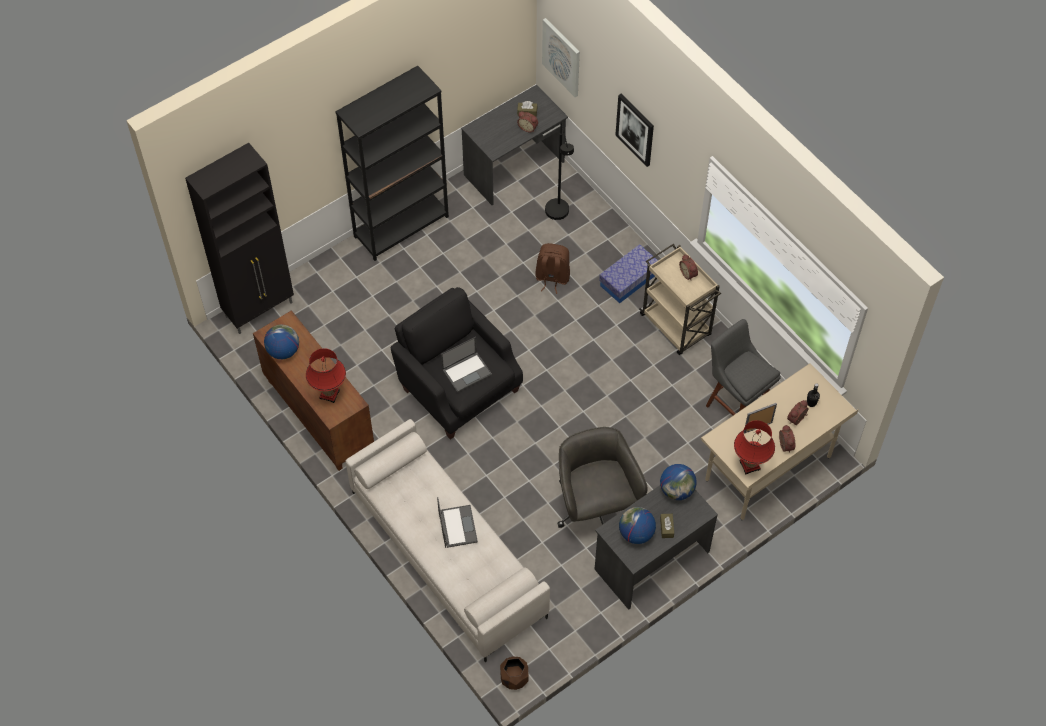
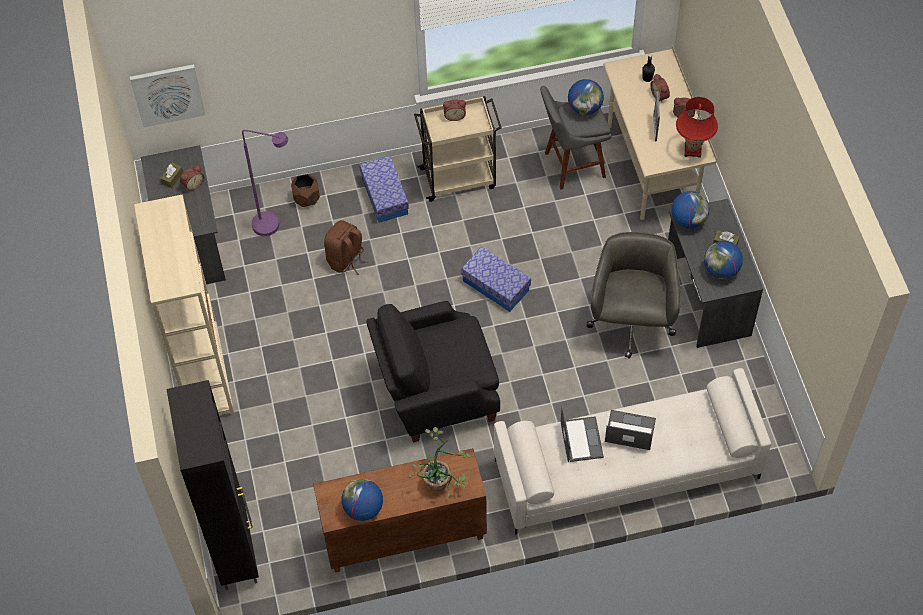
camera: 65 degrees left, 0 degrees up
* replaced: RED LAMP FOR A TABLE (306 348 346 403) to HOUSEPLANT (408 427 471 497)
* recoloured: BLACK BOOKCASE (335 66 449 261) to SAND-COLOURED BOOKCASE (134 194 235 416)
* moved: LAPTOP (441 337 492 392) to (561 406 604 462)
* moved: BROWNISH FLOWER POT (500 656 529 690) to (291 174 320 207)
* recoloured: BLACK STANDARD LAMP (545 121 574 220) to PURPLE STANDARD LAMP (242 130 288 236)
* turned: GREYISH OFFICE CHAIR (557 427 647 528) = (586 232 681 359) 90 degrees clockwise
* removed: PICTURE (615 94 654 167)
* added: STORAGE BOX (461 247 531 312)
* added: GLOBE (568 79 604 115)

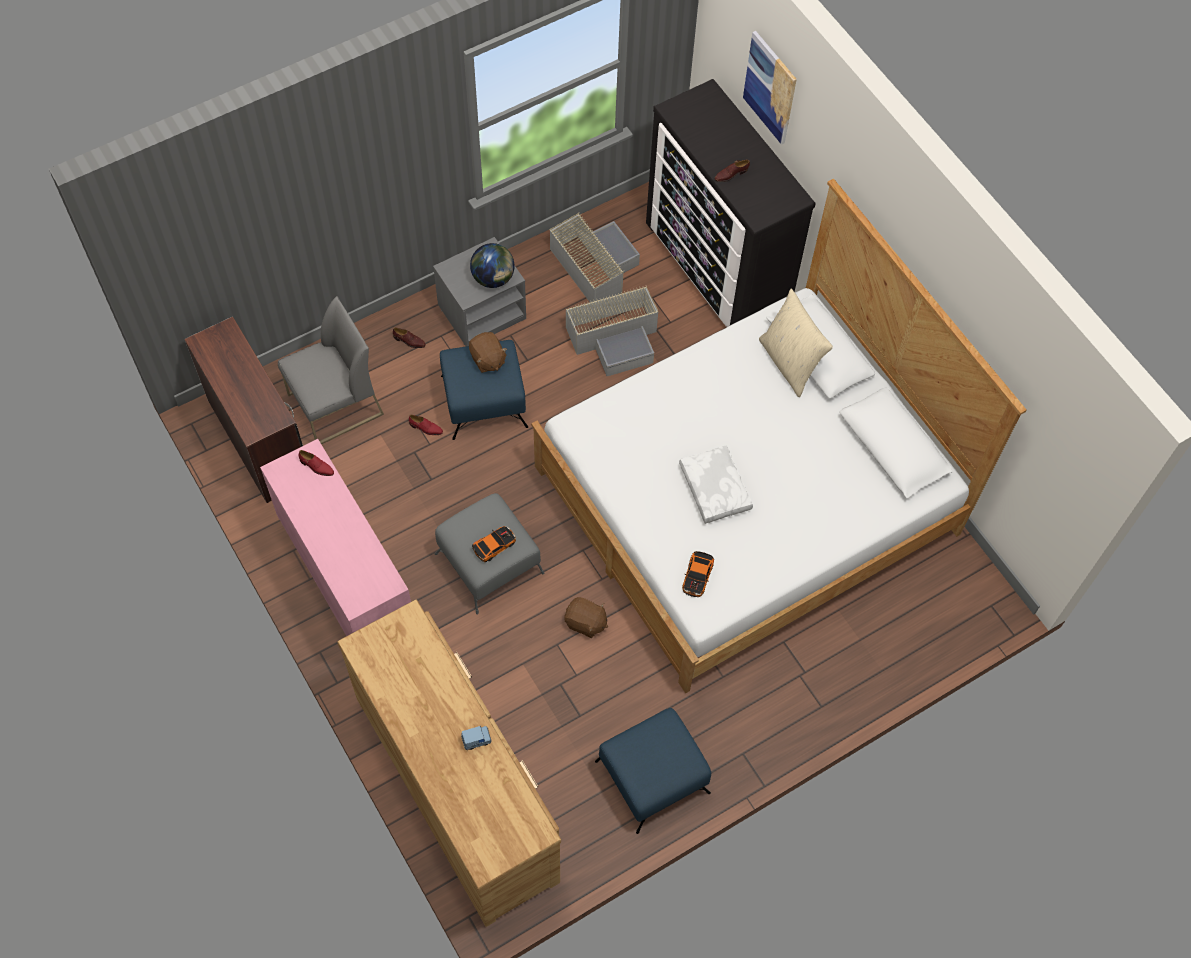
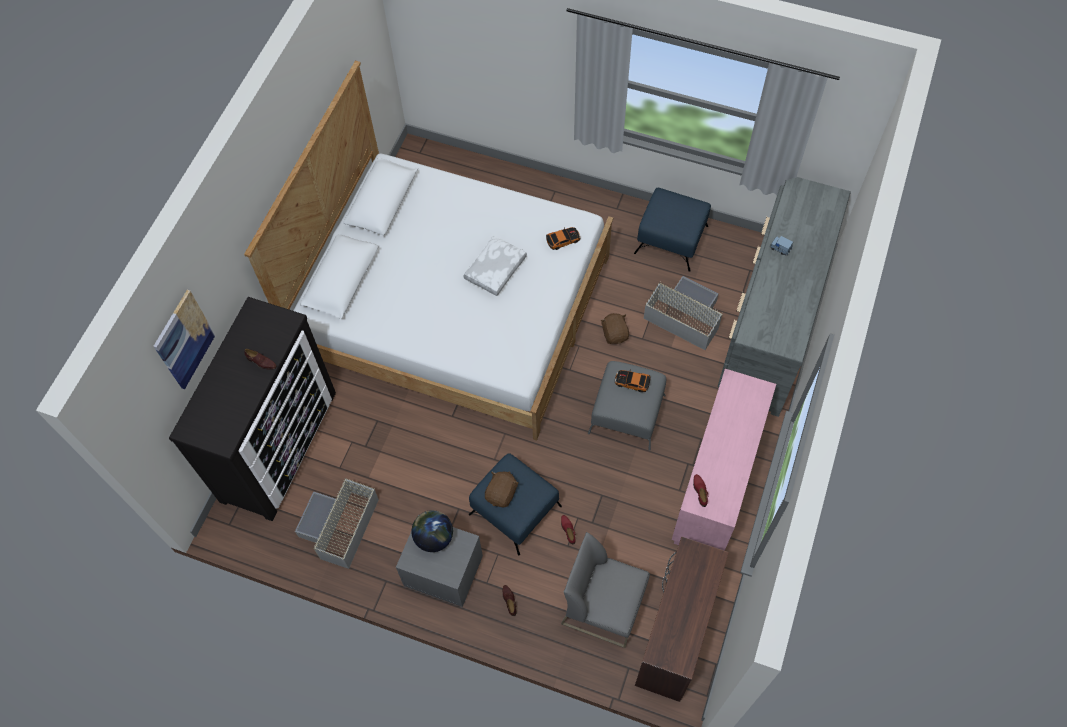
camera: 125 degrees left, 0 degrees up
* recoloured: BROWNISH DRAWER CHEST (337 599 561 927) to GREYISH DRAWER CHEST (718 177 851 417)
* moved: GREYISH STORAGE BOX (566 286 659 376) to (644 276 723 350)
* removed: SAND-COLOURED CUSHION (759 289 833 397)

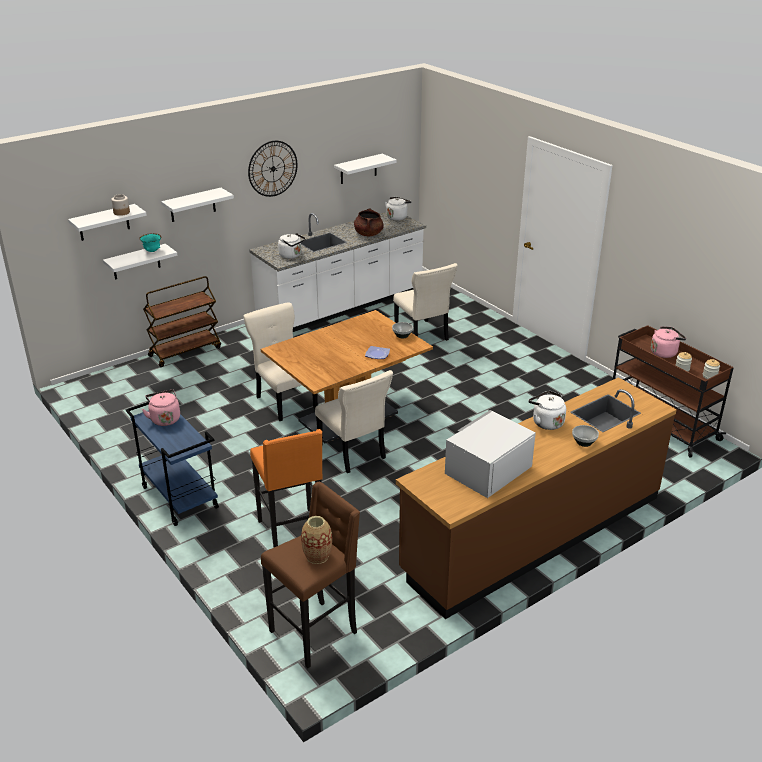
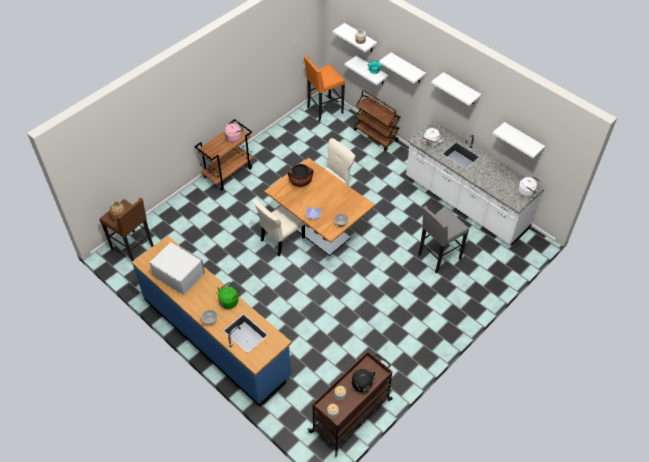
camera: 80 degrees right, 20 degrees up
* recoloured: BLUISH CART (126 401 219 526) to BROWNISH CART (194 119 253 191)
* replaced: CLOCK ON THE WALL (248 141 297 197) to WHITE-COLOURED BRACKET SHELF (431 72 481 106)
* moved: ORANGEY STOOL SEAT (250 429 323 547) to (304 56 345 122)
* moved: BROWNISH COOKING POT (354 208 384 236) to (288 164 314 187)
* replaced: SAND-COLOURED UPRIGHT CHAIR (393 263 458 341) to GREYISH STOOL SEAT (418 206 469 273)
* recoloured: BROWNISH KITCHEN COUNTER (396 377 677 619) to BLUISH KITCHEN COUNTER (132 236 292 407)
* recoloured: WHITE-COLOURED WATER KETTLE (528 391 566 430) to GREEN-COLOURED WATER KETTLE (218 282 241 309)
* recoloured: PINKISH WATER KETTLE (651 326 686 358) to BLACK WATER KETTLE (352 369 376 392)

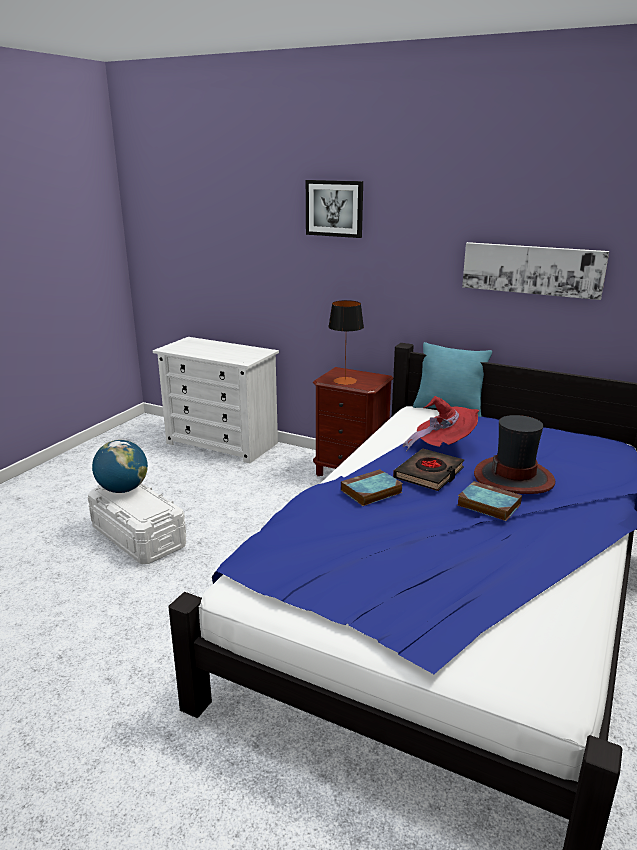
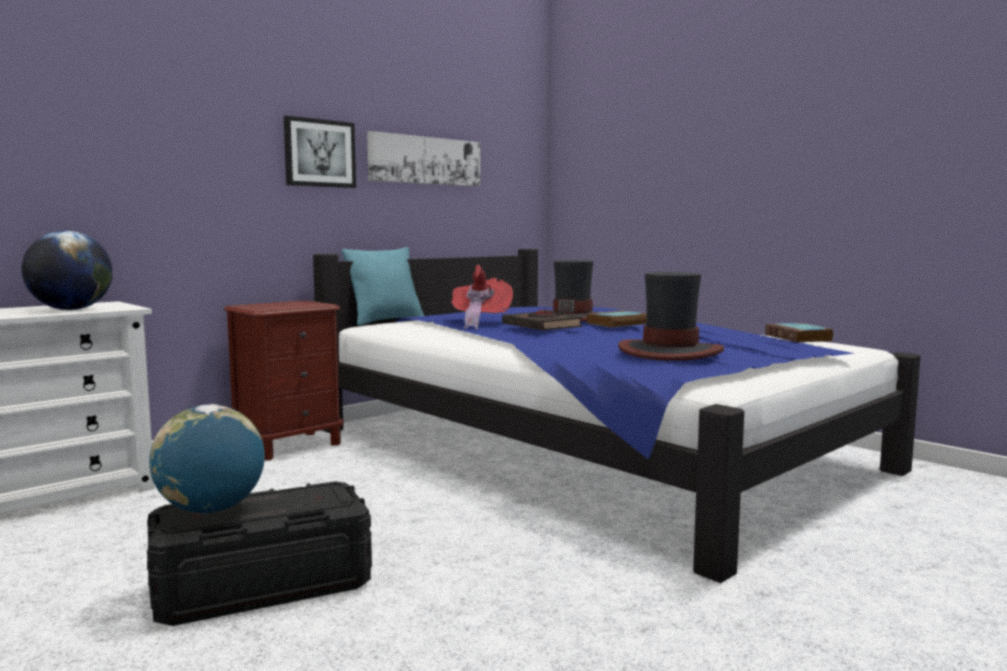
camera: 70 degrees left, 15 degrees down
* recoloured: WHITE-COLOURED STORAGE BOX (87 483 186 564) to BLACK STORAGE BOX (147 481 372 626)
* moved: PICTURE (306 180 363 238) to (284 116 356 188)
* removed: LAMP FOR A TABLE (328 300 364 385)
* moved: BOUND BOOK (341 469 403 506) to (765 323 834 342)
* added: GLOBE (22 231 113 310)
* added: CLOTHING HAT (618 272 724 361)

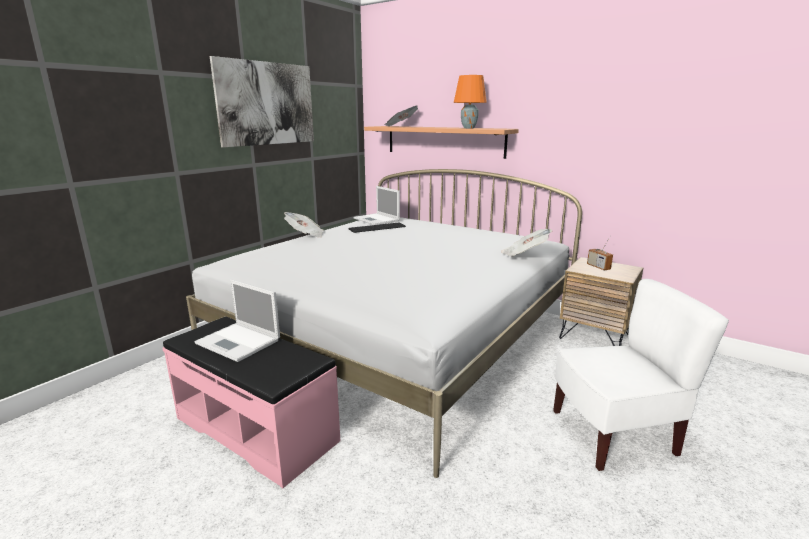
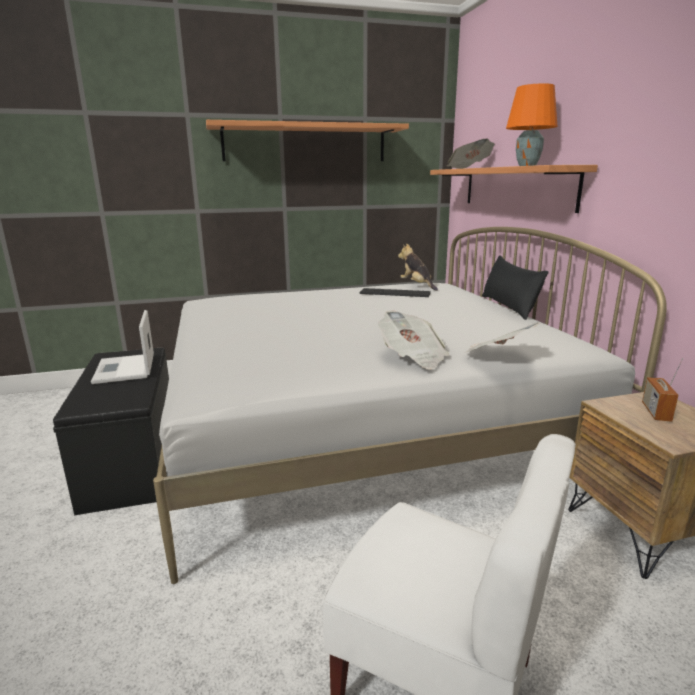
camera: 40 degrees right, 0 degrees up
* recoloured: PINKISH BENCH (163 317 340 488) to BLACK BENCH (53 348 169 515)
* replaced: PICTURE (210 56 314 147) to BRACKET SHELF (206 120 409 161)
* moved: DAILY PAPER (284 212 324 238) to (378 311 449 370)
* replaced: LAPTOP (354 186 400 225) to PLUSH TOY (398 243 438 291)
* added: BLACK CUSHION (482 255 548 320)

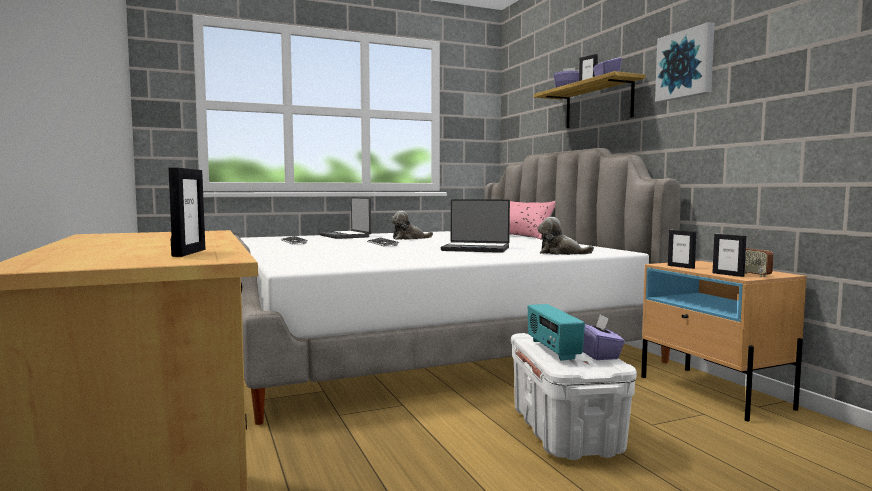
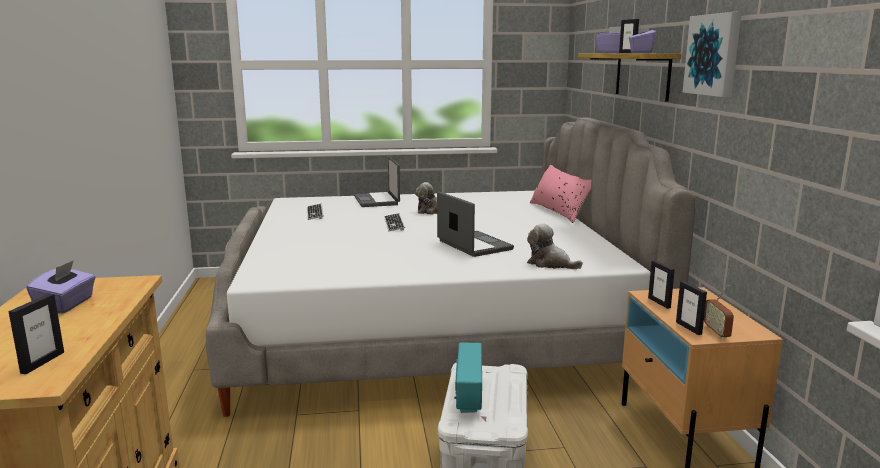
camera: 15 degrees right, 10 degrees up
* turned: LAPTOP (441 199 510 253) = (437 192 514 257) 150 degrees counterclockwise
* moved: PURPLE BOX OF TISSUES (583 314 625 360) to (26 260 95 314)

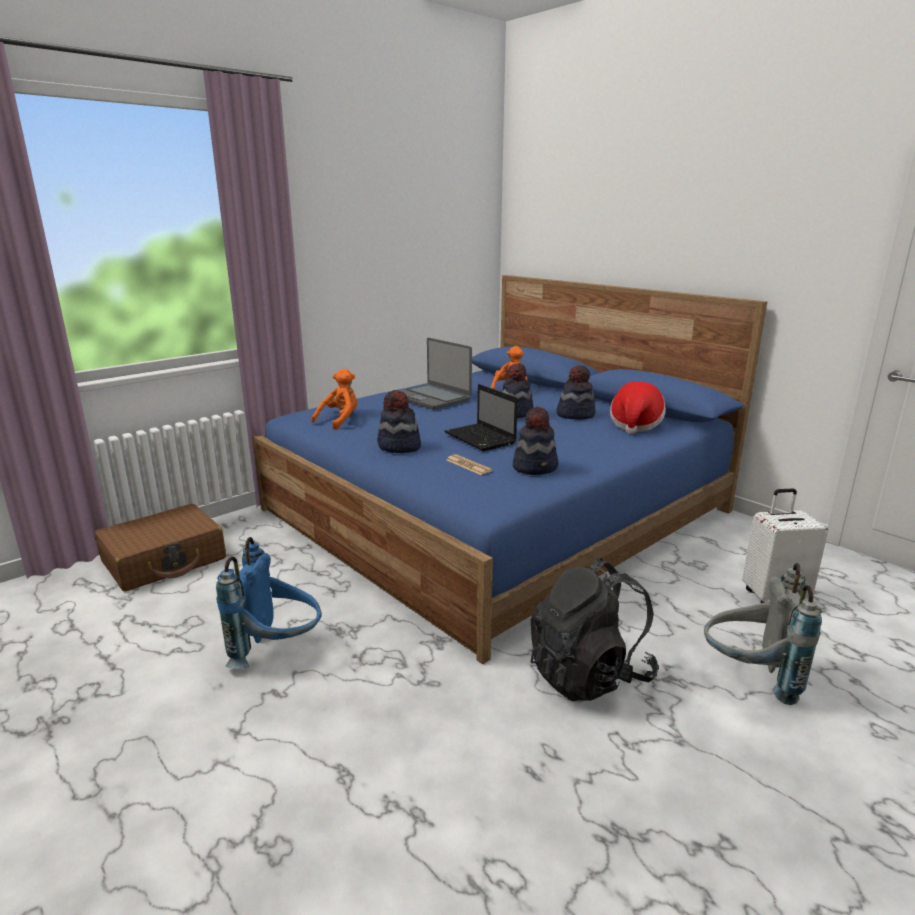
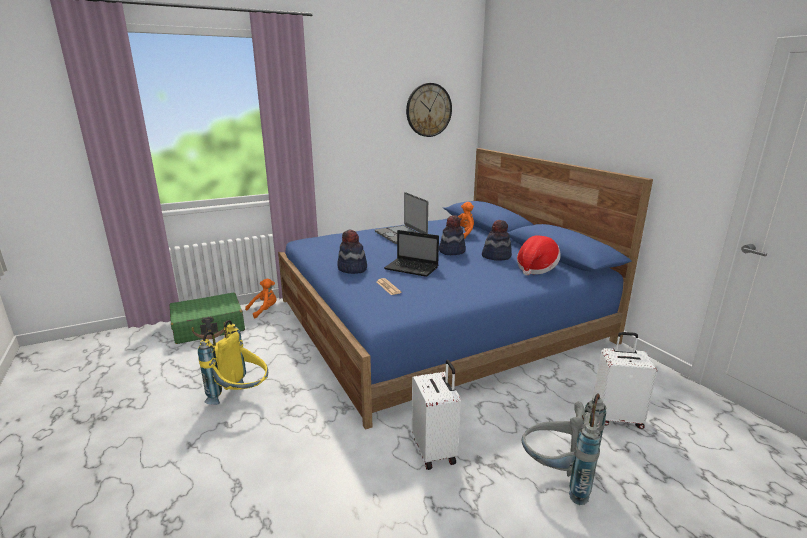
camera: 15 degrees right, 0 degrees up
* recoloured: BROWNISH TRAVEL CASE (94 504 226 591) to GREEN-COLOURED TRAVEL CASE (170 293 245 344)
* recoloured: BLUISH KNAPSACK (216 537 322 669) to YELLOWISH KNAPSACK (198 320 268 405)
* moved: ORANGEY PLUSH TOY (311 369 357 430) to (245 278 277 318)
* turned: LAPTOP (444 384 518 451) = (384 230 439 277) 45 degrees counterclockwise
* removed: CLOTHING HAT (513 406 558 475)
* replaced: BLACK KNAPSACK (530 558 659 701) to WHITE-COLOURED TRAVEL CASE (412 360 461 470)
* added: CLOCK ON THE WALL (406 83 452 137)

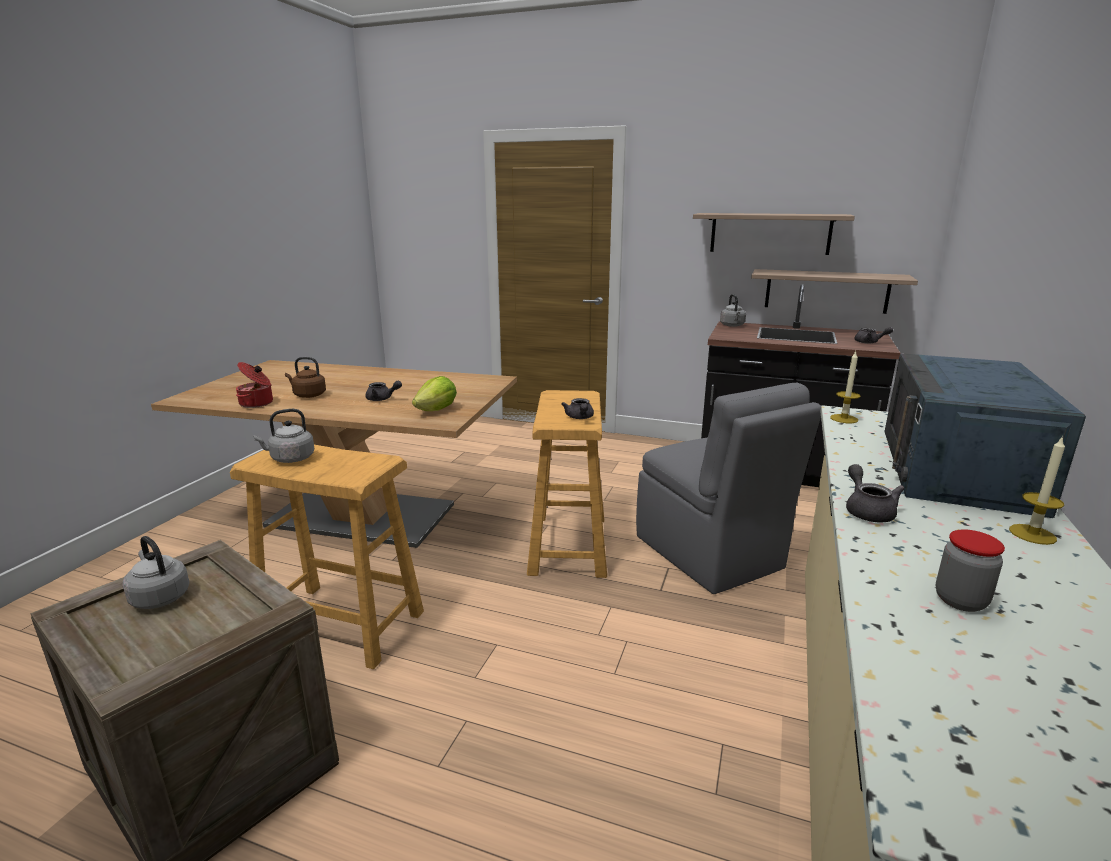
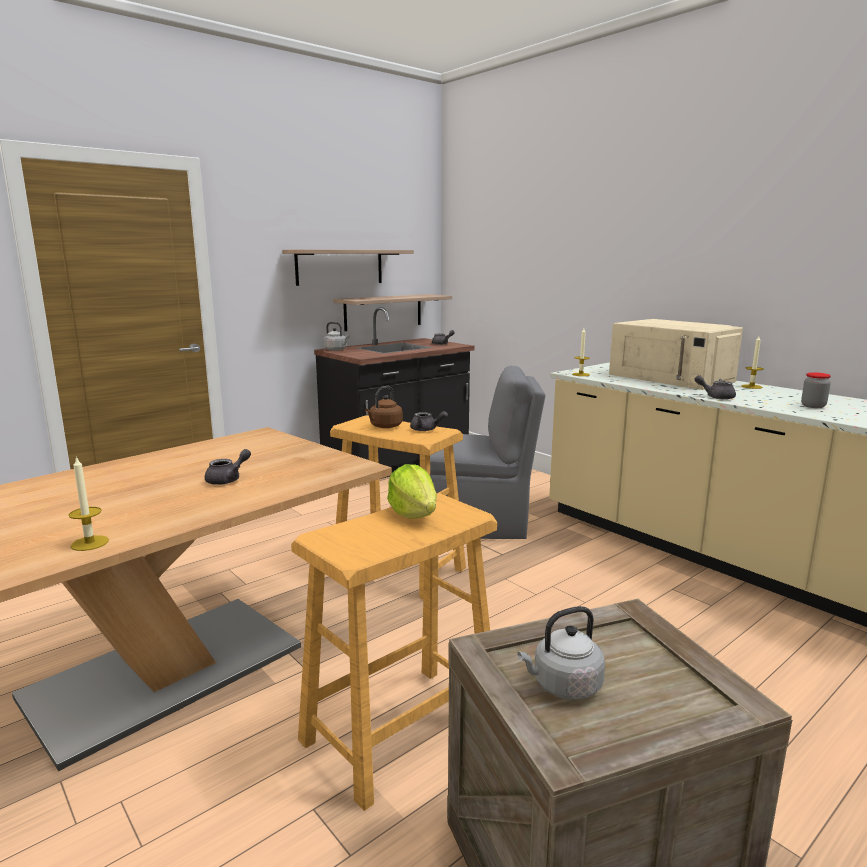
camera: 60 degrees left, 5 degrees down
* replaced: COOKING POT (236 362 273 408) to WAX CANDLE (68 456 109 551)
* removed: GREYISH WATER KETTLE (253 409 314 463)
* moved: BROWNISH WATER KETTLE (285 357 326 398) to (365 386 403 428)
* moved: LETTUCE HEAD (412 376 457 411) to (387 464 437 519)
* recoloured: BLUISH MICROWAVE OVEN (884 353 1086 518) to SAND-COLOURED MICROWAVE OVEN (609 319 743 390)

